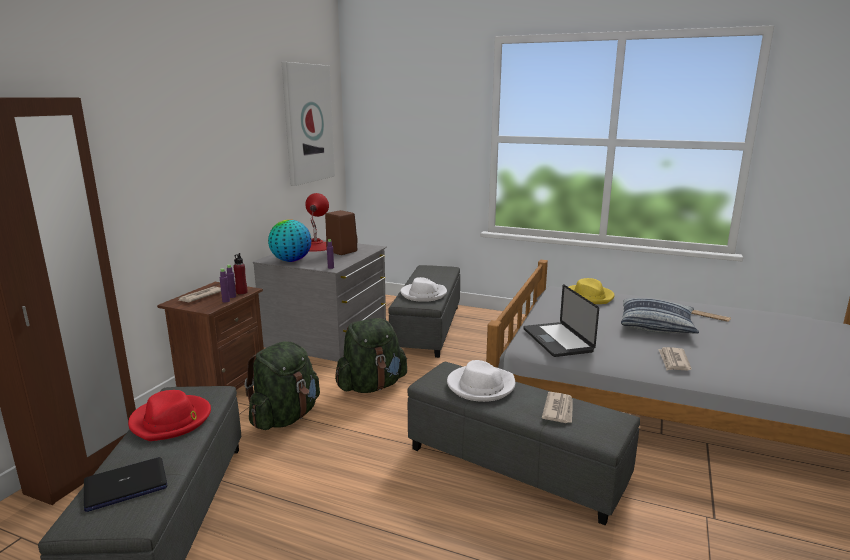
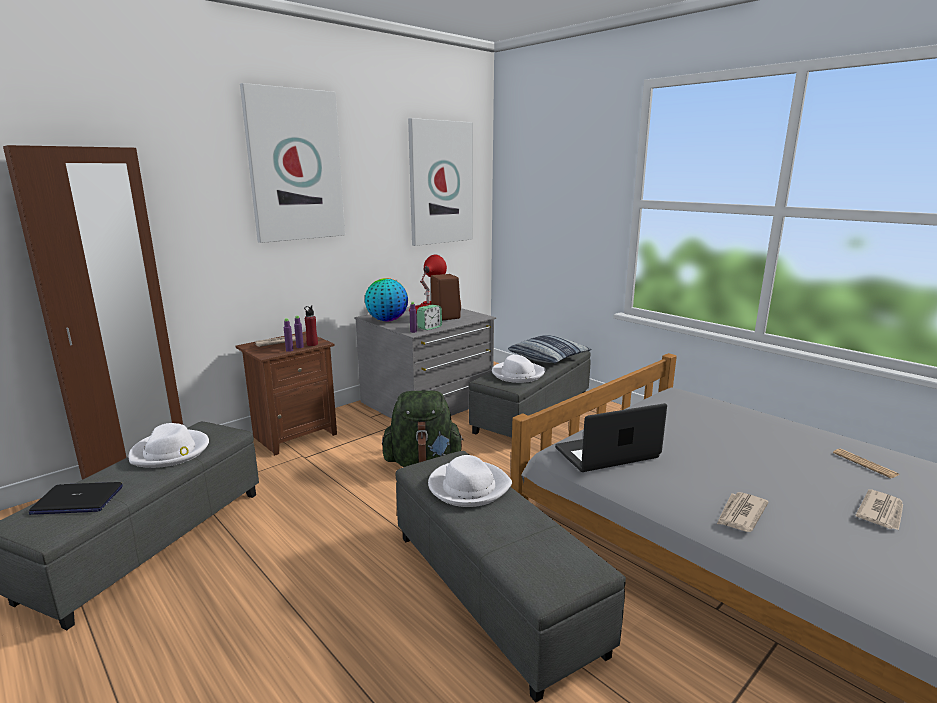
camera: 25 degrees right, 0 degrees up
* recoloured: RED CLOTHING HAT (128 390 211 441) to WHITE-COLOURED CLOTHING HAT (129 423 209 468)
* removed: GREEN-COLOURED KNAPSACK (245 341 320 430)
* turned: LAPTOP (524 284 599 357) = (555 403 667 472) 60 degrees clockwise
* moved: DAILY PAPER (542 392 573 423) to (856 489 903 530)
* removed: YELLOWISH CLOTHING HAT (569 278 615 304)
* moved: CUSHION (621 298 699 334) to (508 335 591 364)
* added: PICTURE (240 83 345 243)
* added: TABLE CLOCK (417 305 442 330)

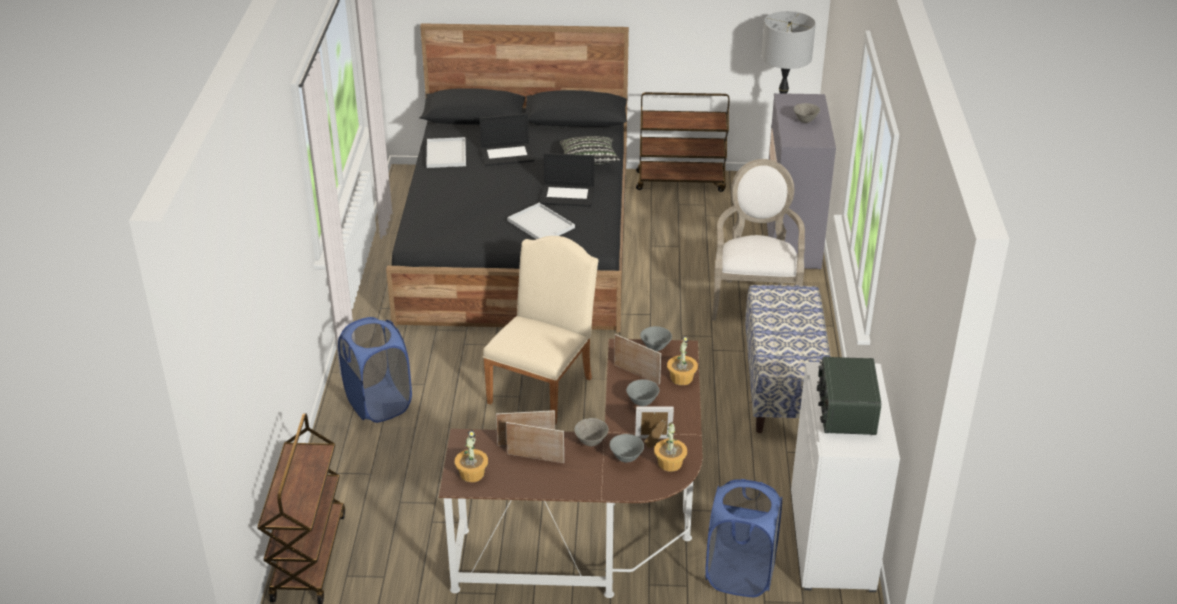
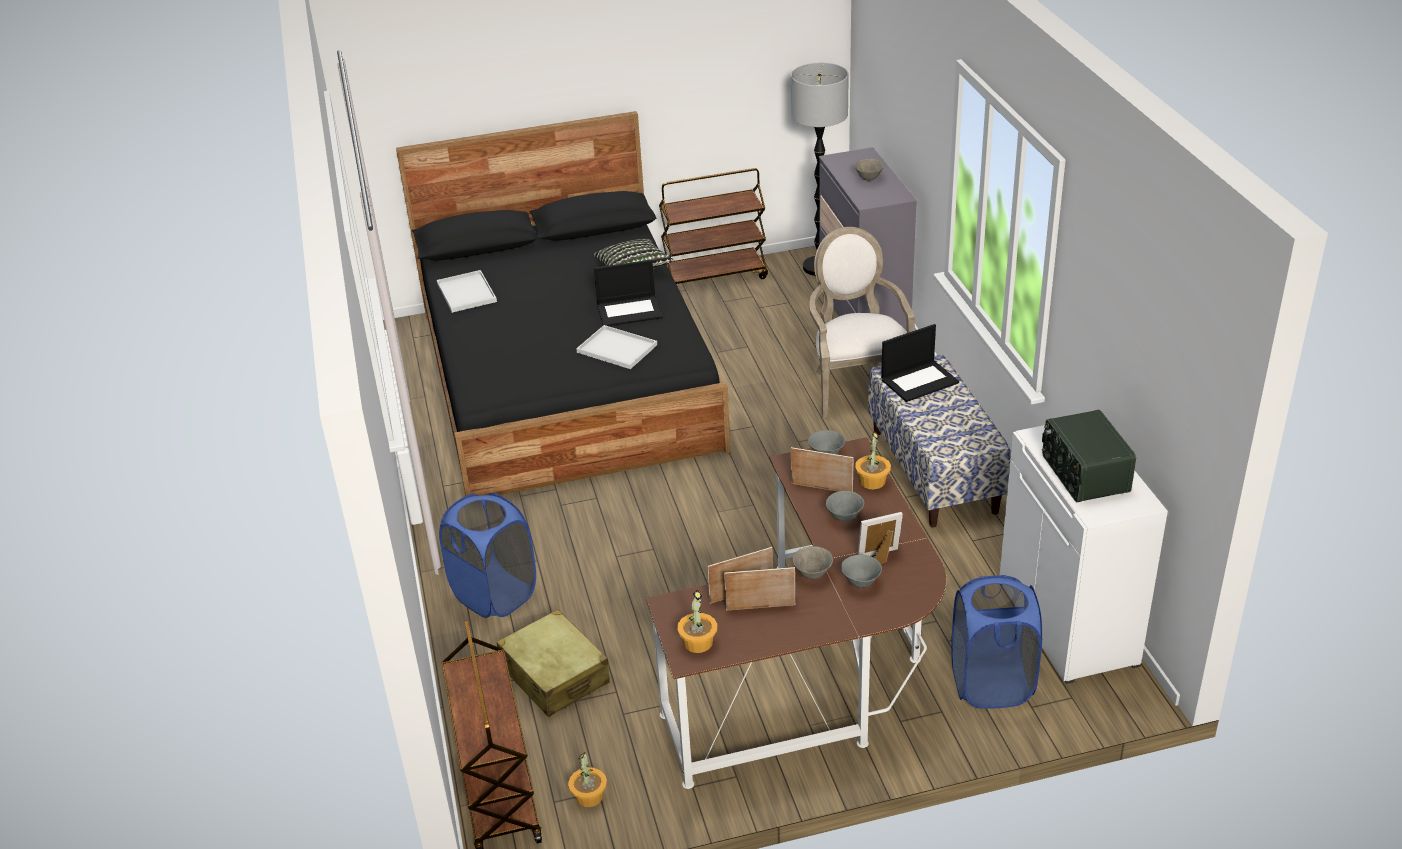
camera: 15 degrees left, 0 degrees up
* moved: LAPTOP (479 113 534 166) to (881 324 959 402)
* removed: SAND-COLOURED UPRIGHT CHAIR (483 236 598 425)
* moved: HOUSEPLANT (654 421 687 472) to (568 752 607 807)
* added: SAND-COLOURED TRAVEL CASE (497 609 610 717)

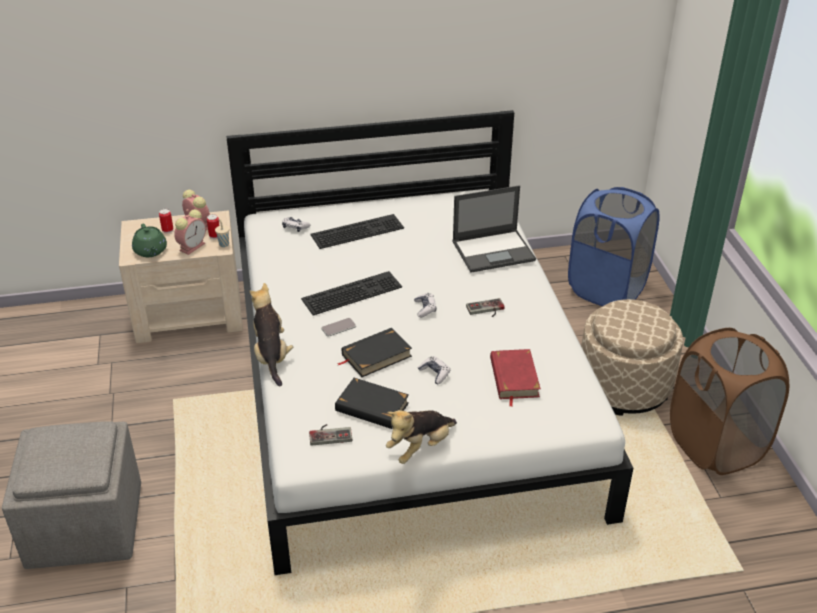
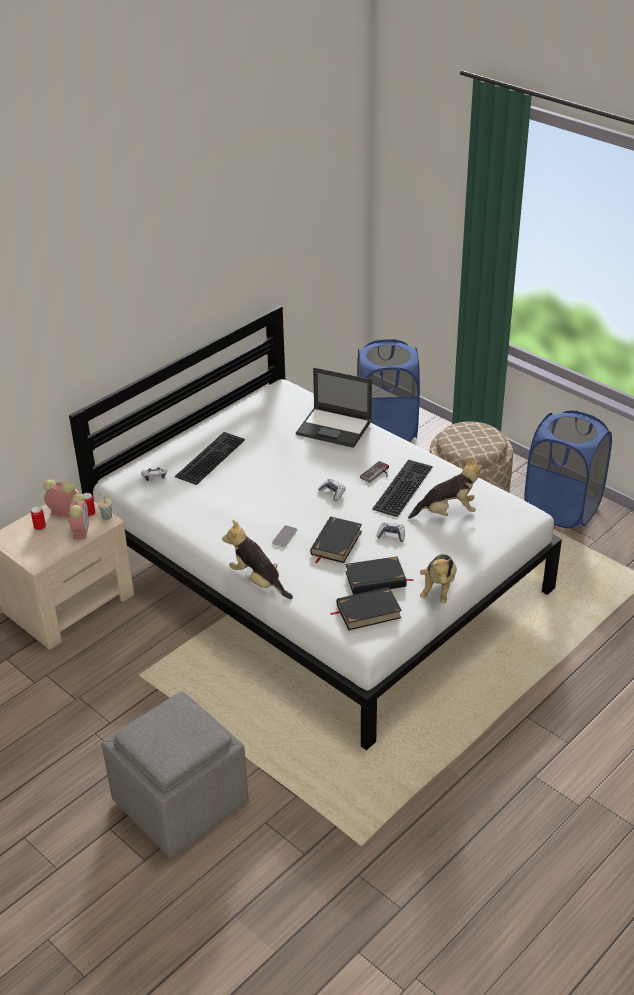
camera: 35 degrees left, 0 degrees up
* removed: GREEN-COLOURED TEA POT (132 224 167 257)
* moved: COMPUTER KEYBOARD (301 271 402 316) to (372 460 433 517)
* replaced: GAME CONTROLLER (309 424 352 446) to BLACK BOUND BOOK (330 587 402 630)
* turned: LAPTOP (452 185 536 273) = (296 367 372 448) 75 degrees clockwise
* replaced: RED BOUND BOOK (490 349 541 407) to PLUSH TOY (408 457 483 519)
* recoloured: BROWNISH HAMPER (670 328 789 475) to BLUISH HAMPER (524 410 612 529)

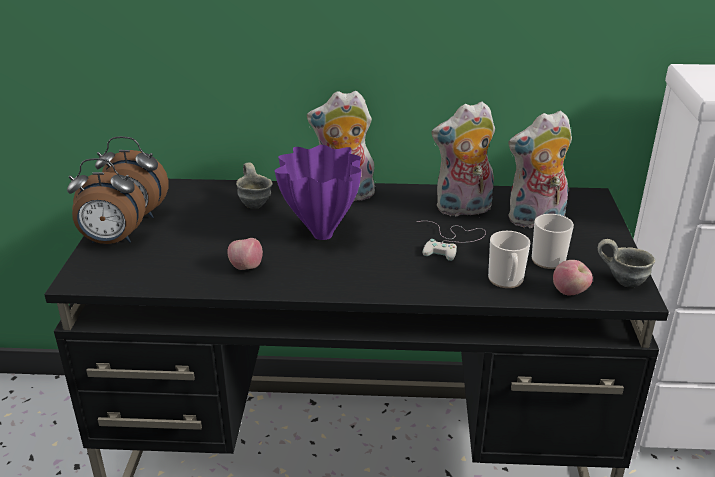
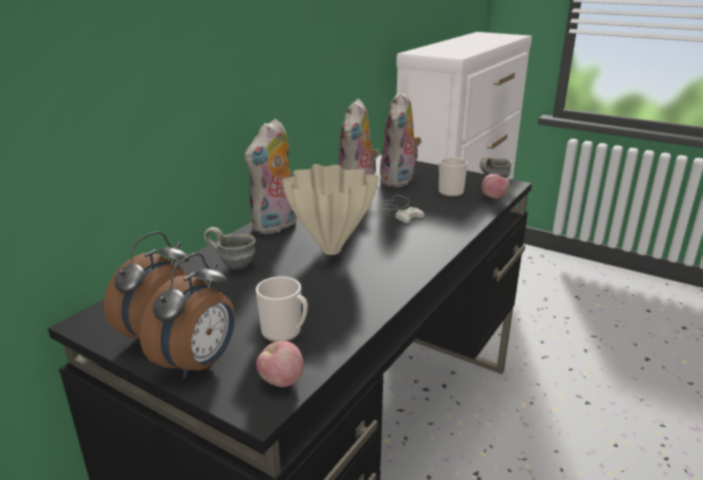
camera: 60 degrees left, 5 degrees down
* moved: WHOLE APPLE (227 238 263 270) to (256 341 304 387)
* recoloured: PURPLE FLOWER VASE (275 145 361 240) to SAND-COLOURED FLOWER VASE (282 164 379 255)
* moved: COFFEE MUG (488 231 530 288) to (256 276 308 342)

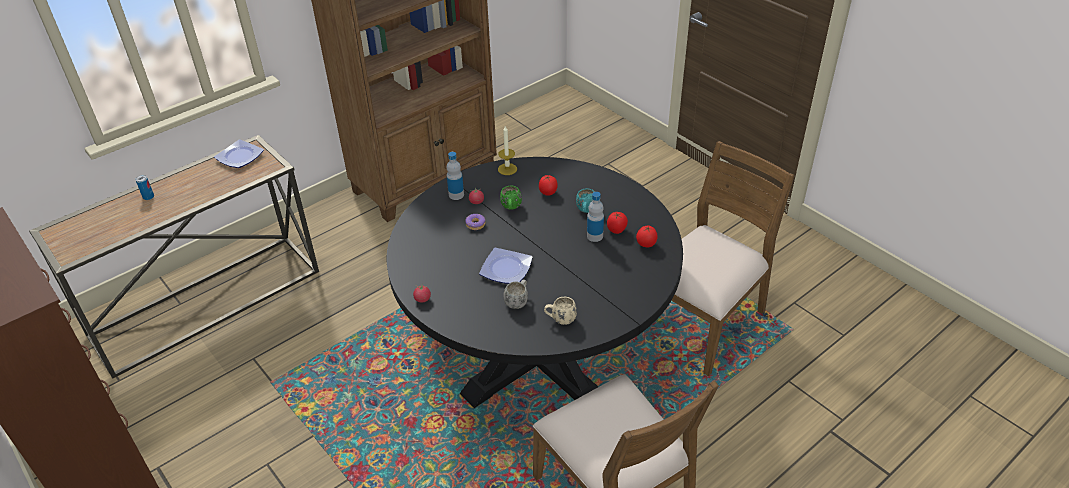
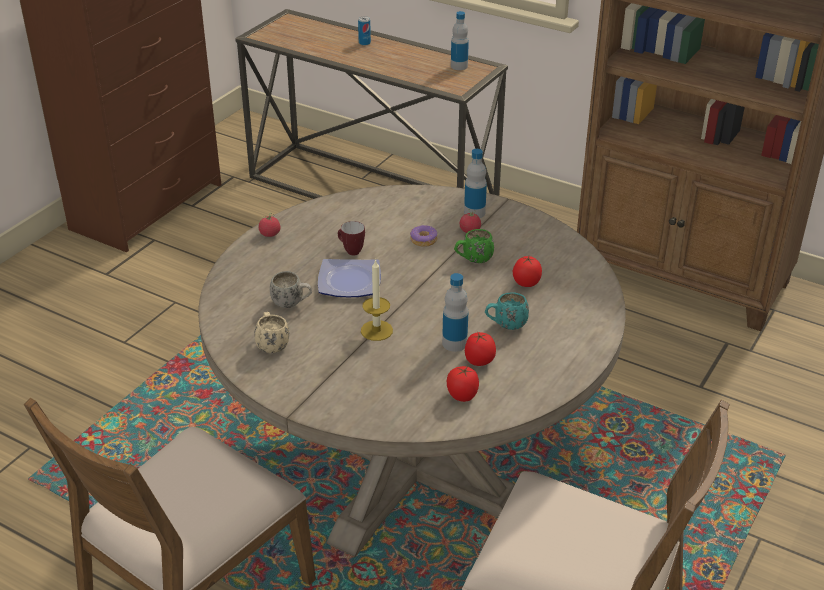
camera: 70 degrees right, 5 degrees down
* replaced: FLAT DISH (214 140 264 168) to BOTTLE (451 11 469 70)
* recoloured: BLACK KITCHEN TABLE (387 157 683 408) to SAND-COLOURED KITCHEN TABLE (198 185 626 557)
* moved: WAX CANDLE (498 126 517 175) to (361 259 393 341)
* added: COFFEE MUG (338 221 365 256)

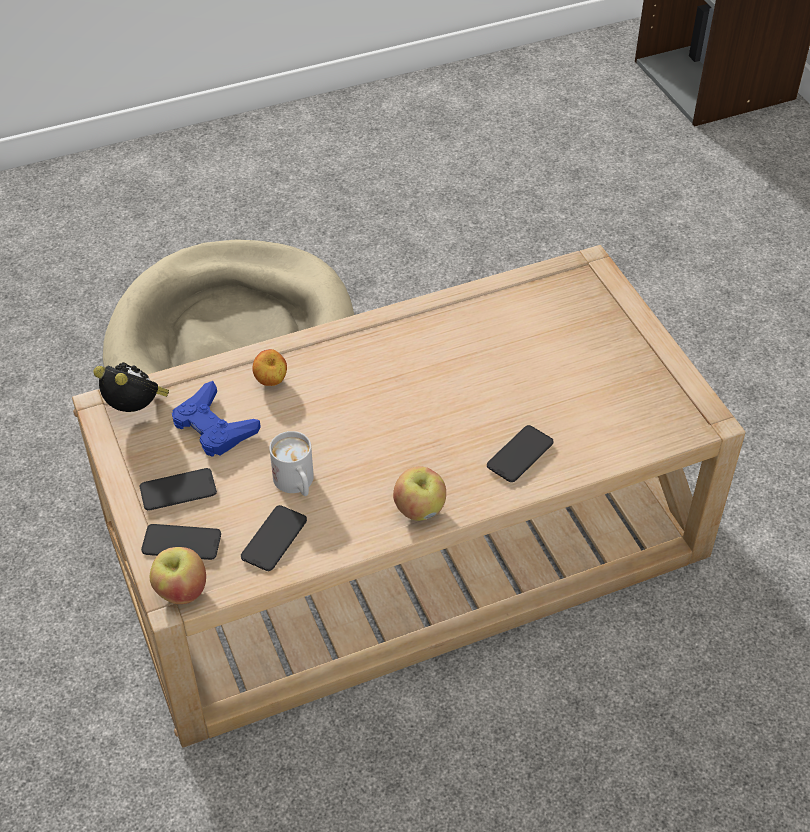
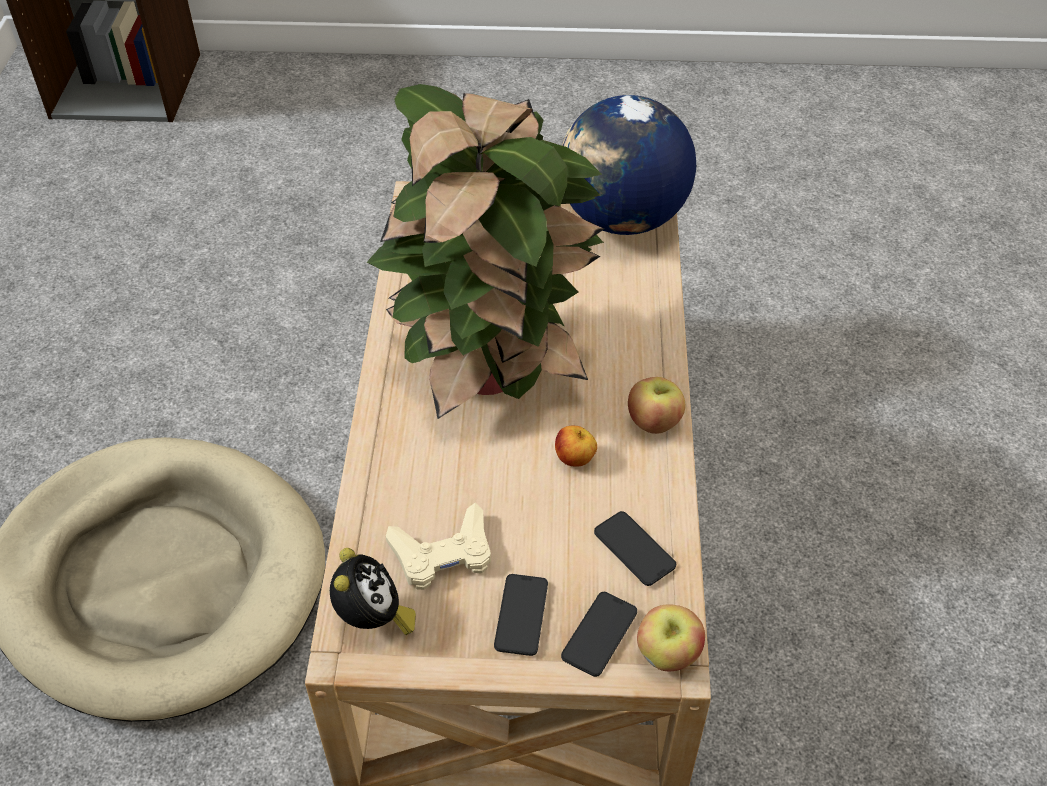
camera: 65 degrees left, 0 degrees up
* turned: TABLE CLOCK (93 362 169 412) = (330 548 416 635) 120 degrees clockwise
* recoloured: BLUISH GAME CONTROLLER (172 381 261 457) to SAND-COLOURED GAME CONTROLLER (386 503 491 590)
* moved: WHOLE APPLE (253 349 287 386) to (555 426 597 466)
* removed: WHITE-COLOURED COFFEE MUG (269 431 314 496)
* removed: HANDSET (487 425 553 482)
* added: HOUSEPLANT (366 84 605 419)
* added: GLOBE (562 95 696 235)

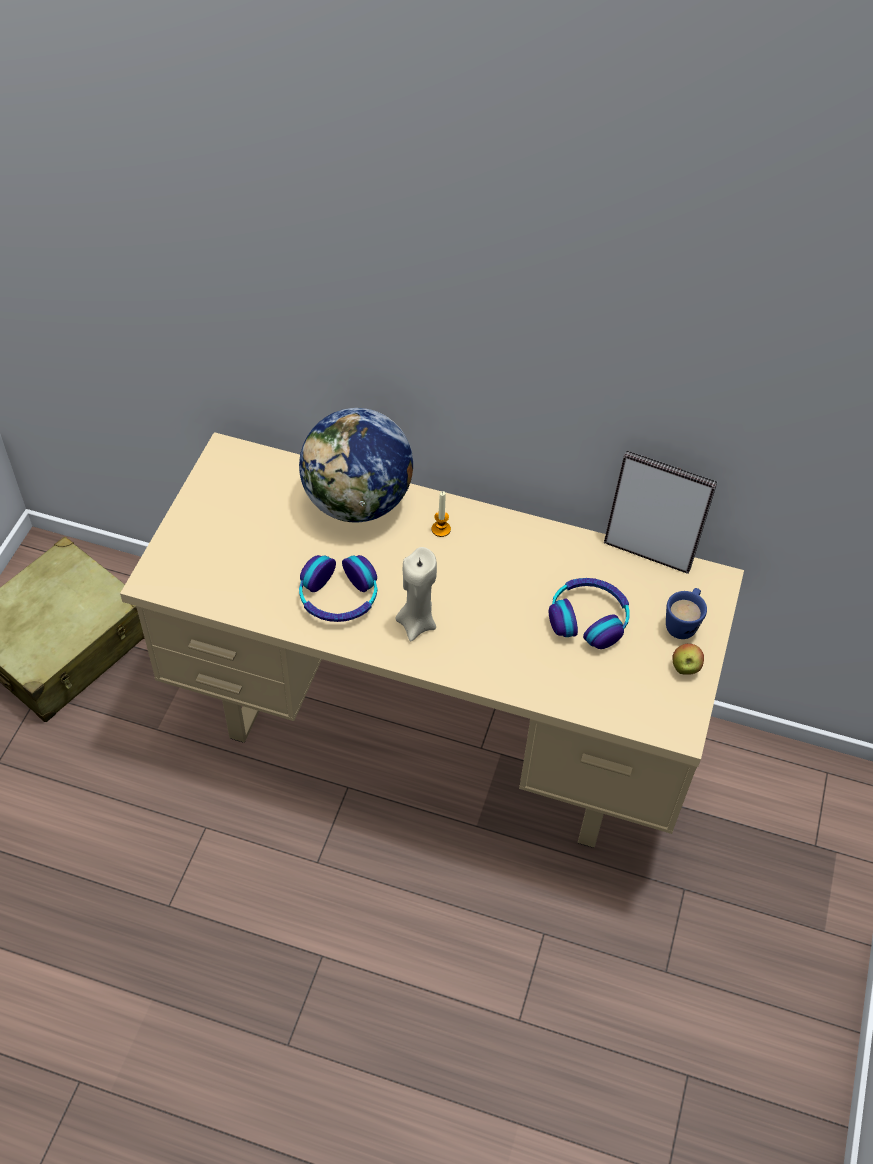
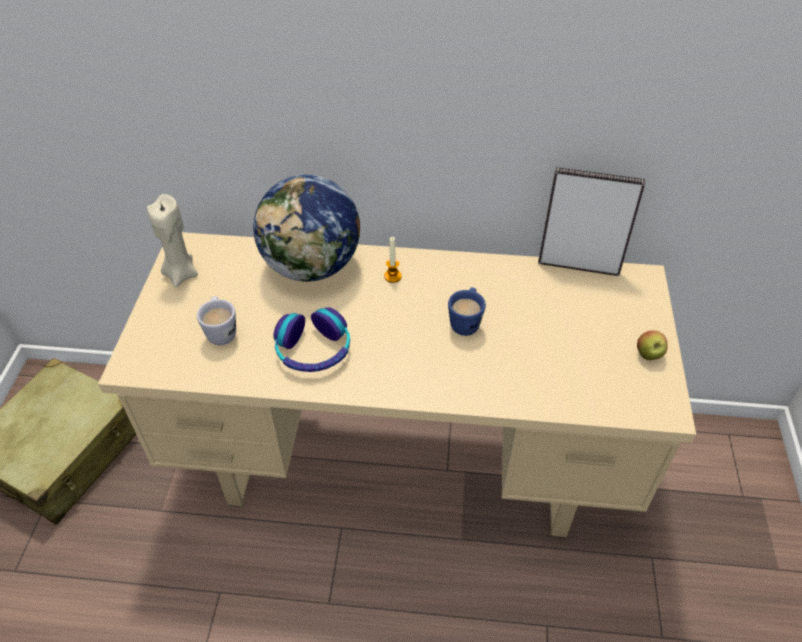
camera: 10 degrees left, 5 degrees down
* moved: SAND-COLOURED WAX CANDLE (395 547 437 641) to (147 194 198 288)
* removed: HEADPHONES (549 578 630 649)
* moved: BLUISH COFFEE MUG (666 588 707 639) to (448 287 486 336)
* added: WHITE-COLOURED COFFEE MUG (197 296 236 345)

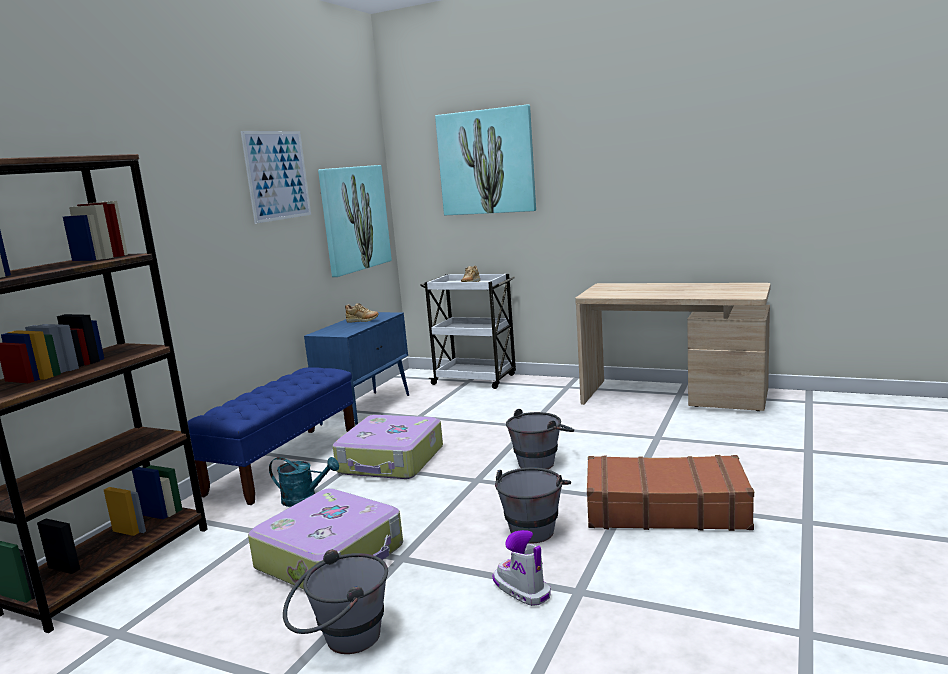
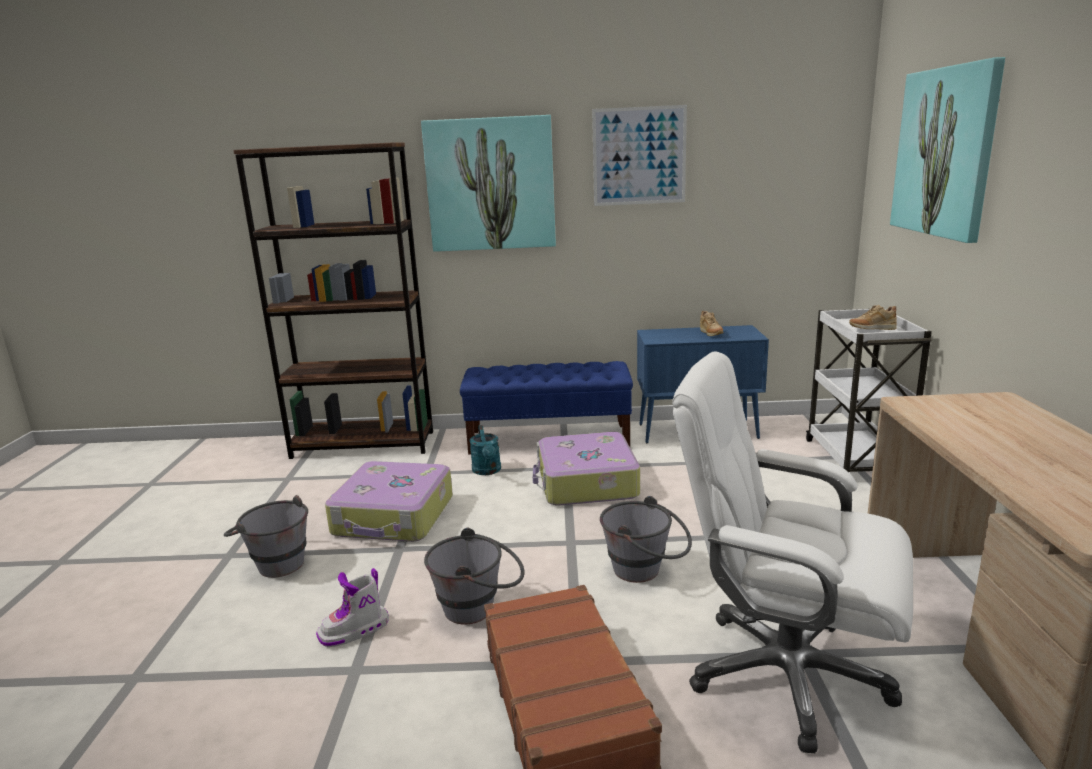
camera: 65 degrees right, 5 degrees up
* moved: PICTURE (318 165 392 277) to (421 115 556 252)
* turned: BOOT (492 530 551 606) = (316 568 389 647) 150 degrees counterclockwise
* added: WHITE-COLOURED OFFICE CHAIR (672 351 913 753)

